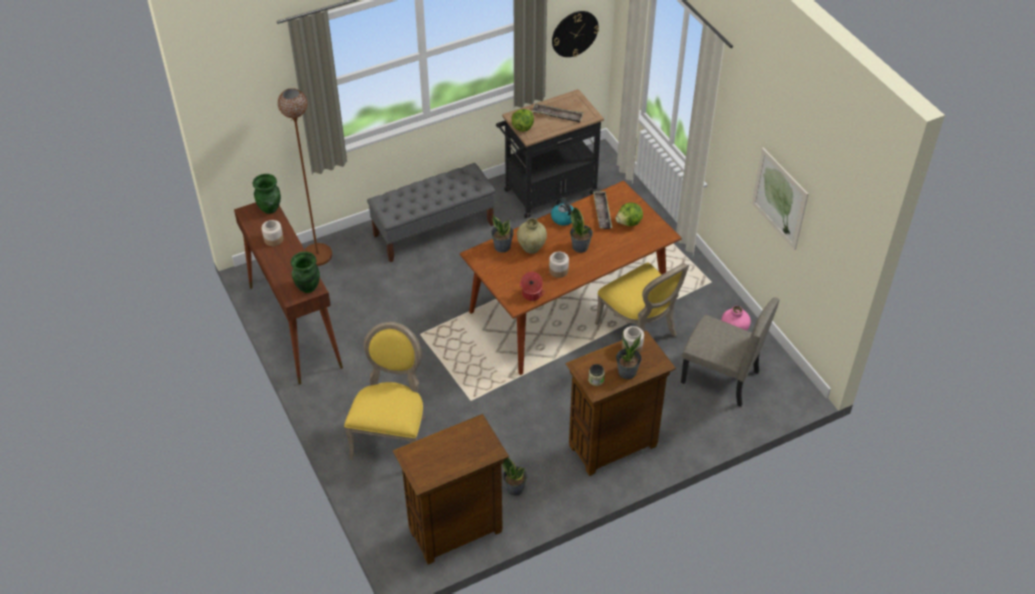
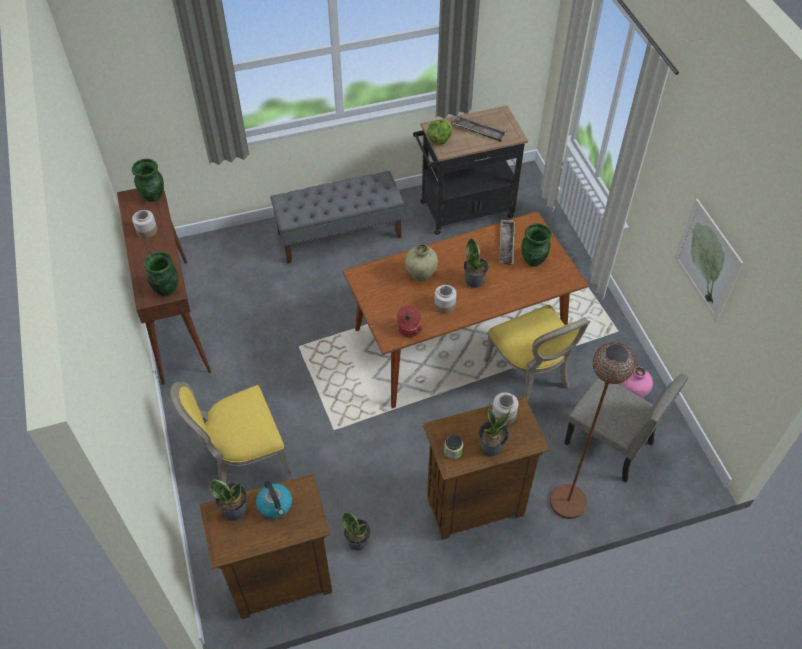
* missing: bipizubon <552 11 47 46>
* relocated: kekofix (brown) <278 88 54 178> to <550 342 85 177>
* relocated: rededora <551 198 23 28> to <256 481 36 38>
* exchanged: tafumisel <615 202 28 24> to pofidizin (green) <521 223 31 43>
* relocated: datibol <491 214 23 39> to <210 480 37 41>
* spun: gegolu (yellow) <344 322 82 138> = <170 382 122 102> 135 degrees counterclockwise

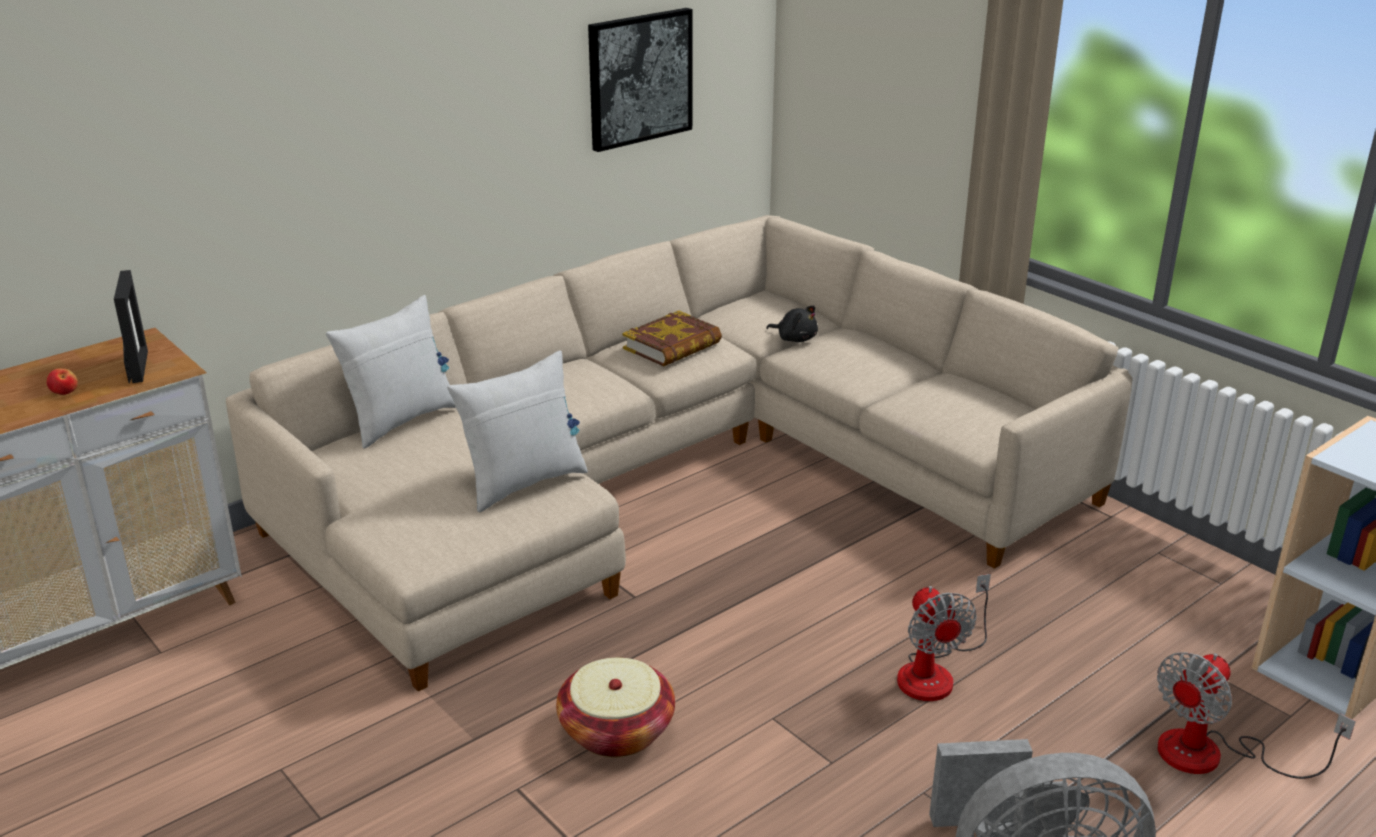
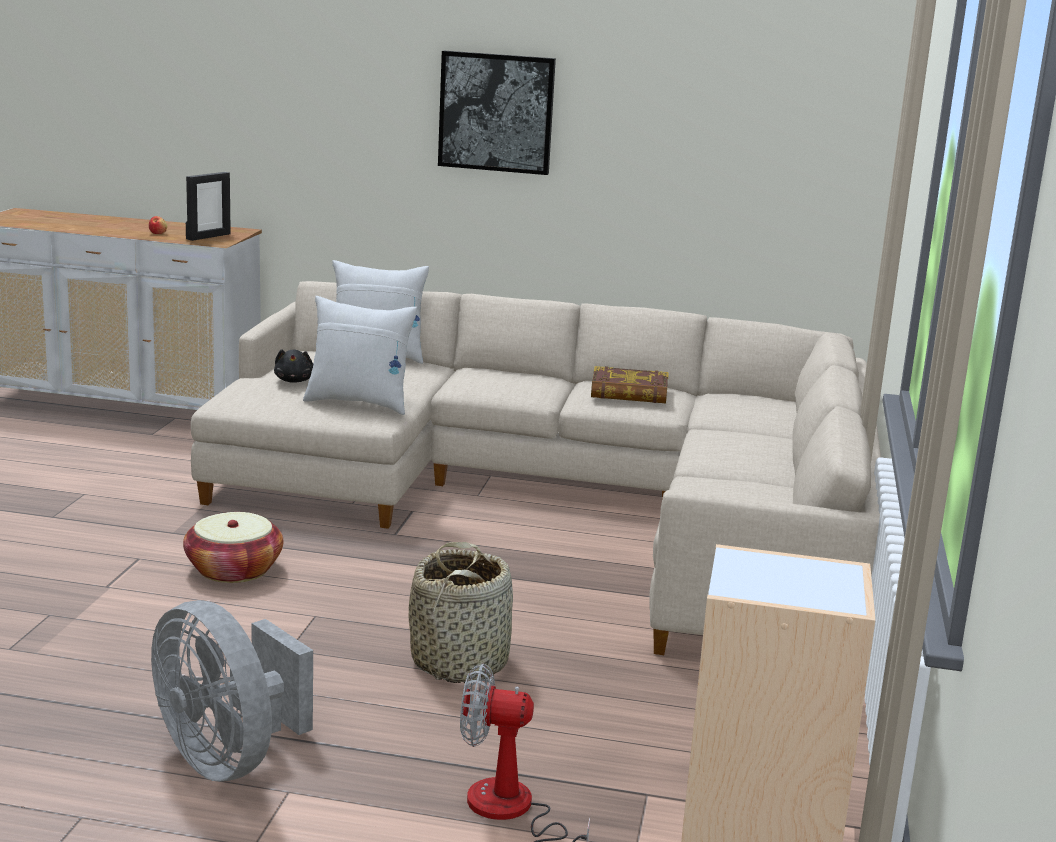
* relocated: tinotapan <588 8 105 144> to <438 51 118 124>
* relocated: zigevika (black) <766 305 52 37> to <274 349 39 34>
* exchanged: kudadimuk <897 574 94 127> to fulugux <409 542 104 141>

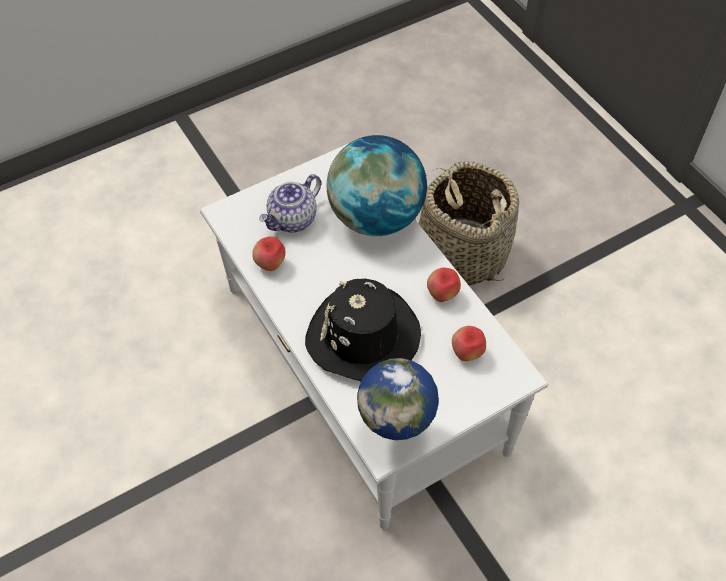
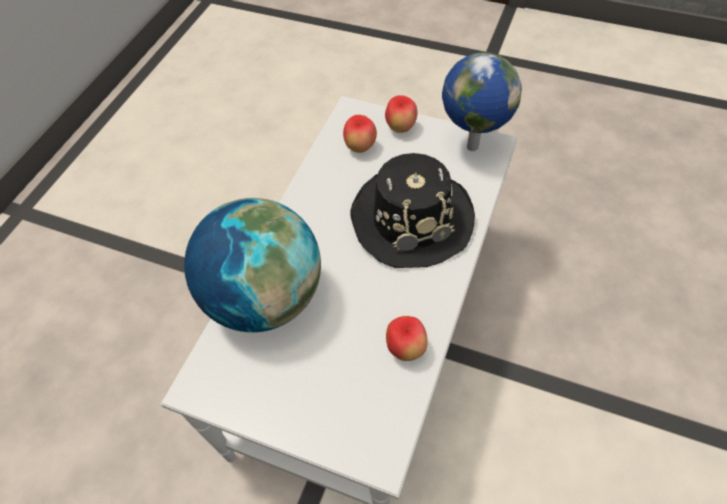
* missing: fulugux <418 161 101 124>
* missing: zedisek <259 174 62 58>
* relocated: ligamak <427 267 34 35> to <385 95 32 38>

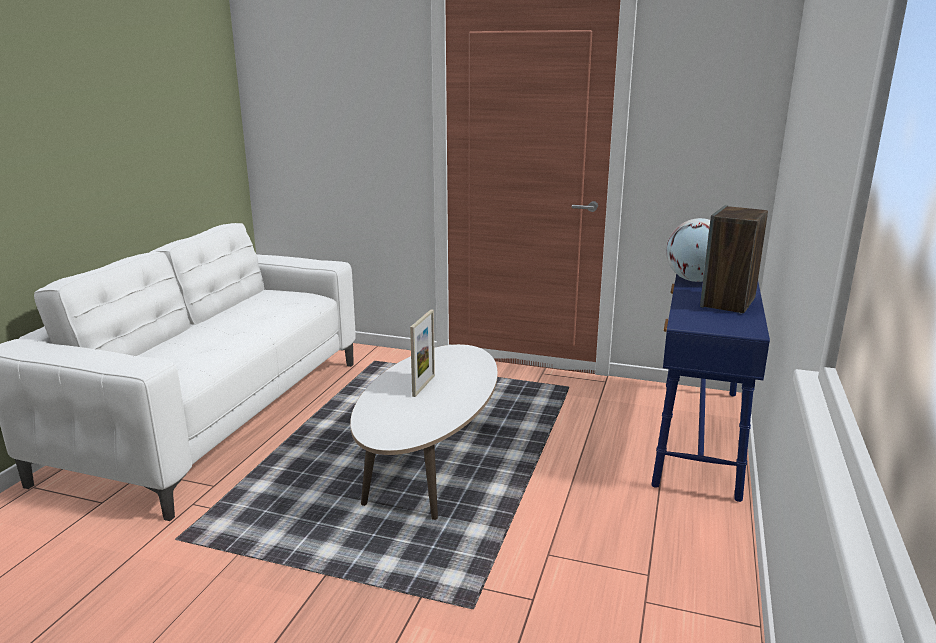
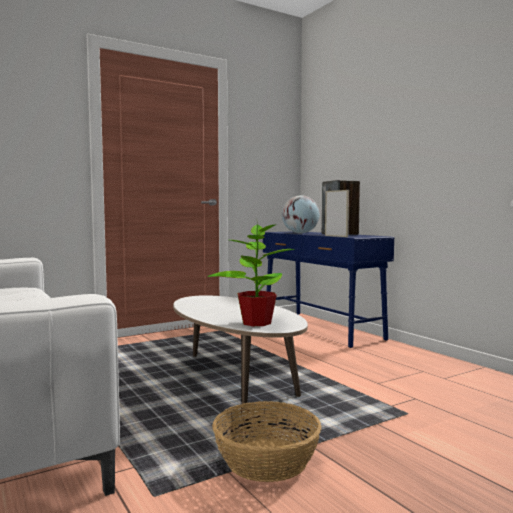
* relocated: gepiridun <410 309 25 88> to <325 190 24 47>
* appeared: datibol <208 223 87 103>
* appeared: fulugux <212 401 110 81>

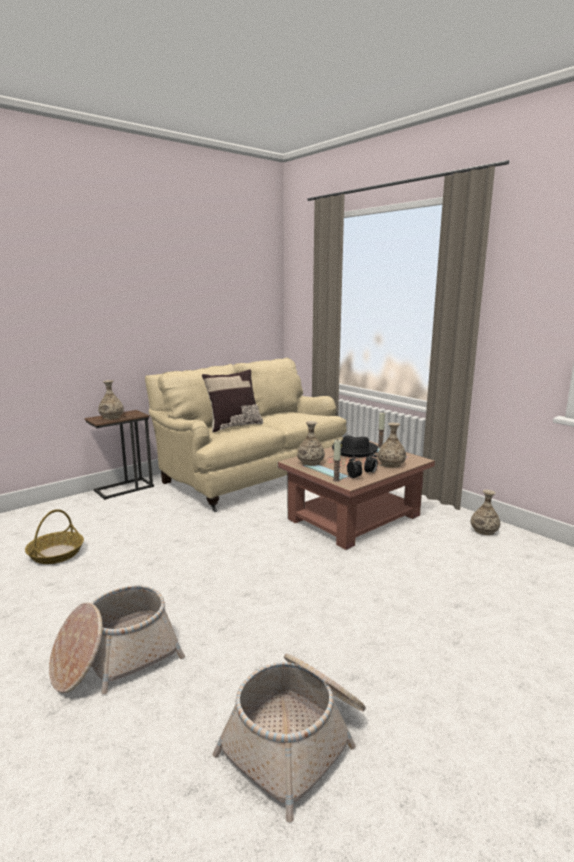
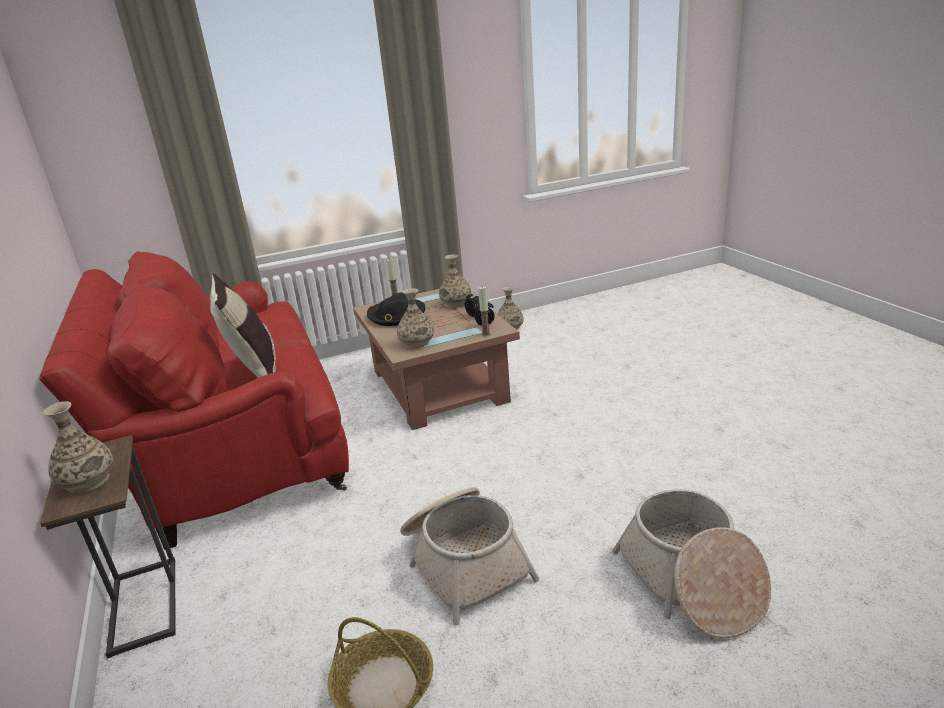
* colour: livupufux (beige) <145 358 202 154> to livupufux (red) <39 252 310 298>
* relocated: fulugux <213 654 153 168> to <400 487 139 138>

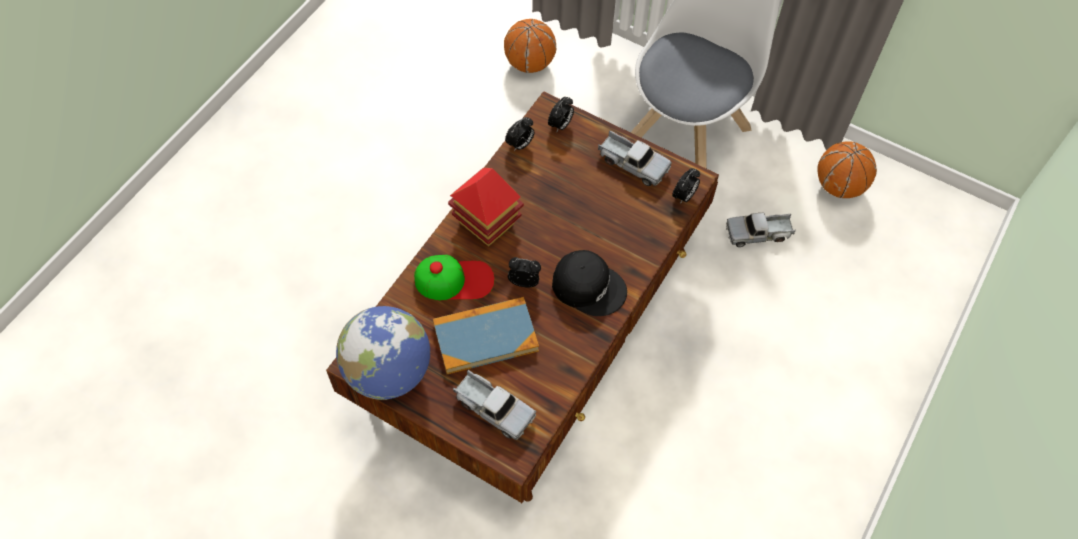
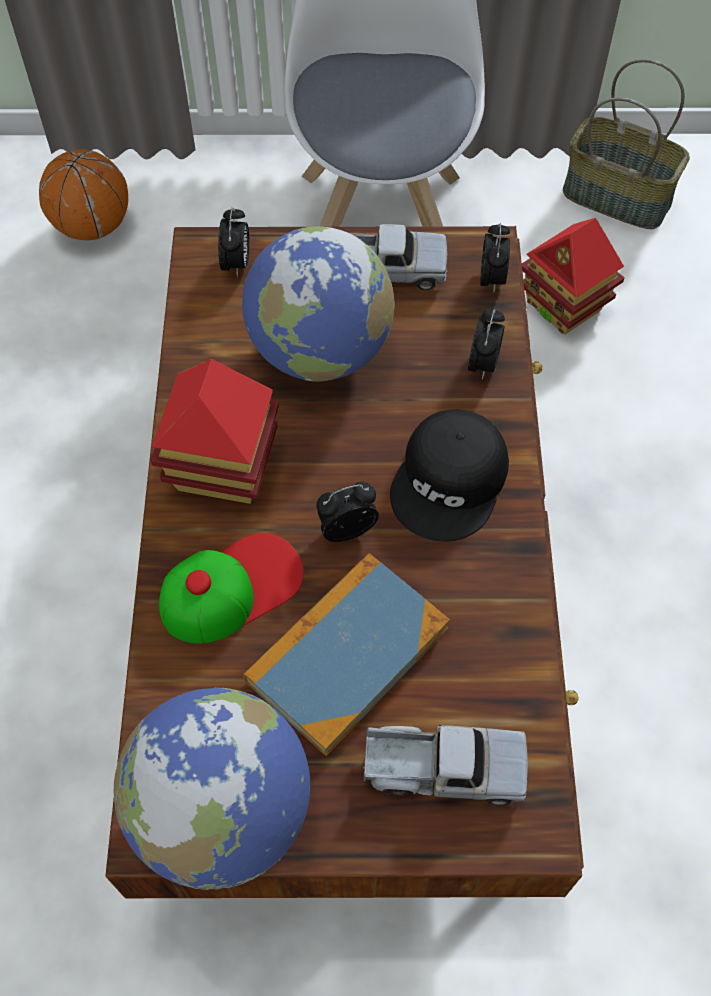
* relocated: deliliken <505 117 30 34> to <468 310 37 69>
* exchanged: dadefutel <817 142 60 56> to fulugux <563 59 127 170>
* exchanged: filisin <726 213 70 34> to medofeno <522 218 102 116>
* spun: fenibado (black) <552 250 75 66> = <390 409 119 133> 120 degrees clockwise
* appeared: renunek <242 226 153 156>

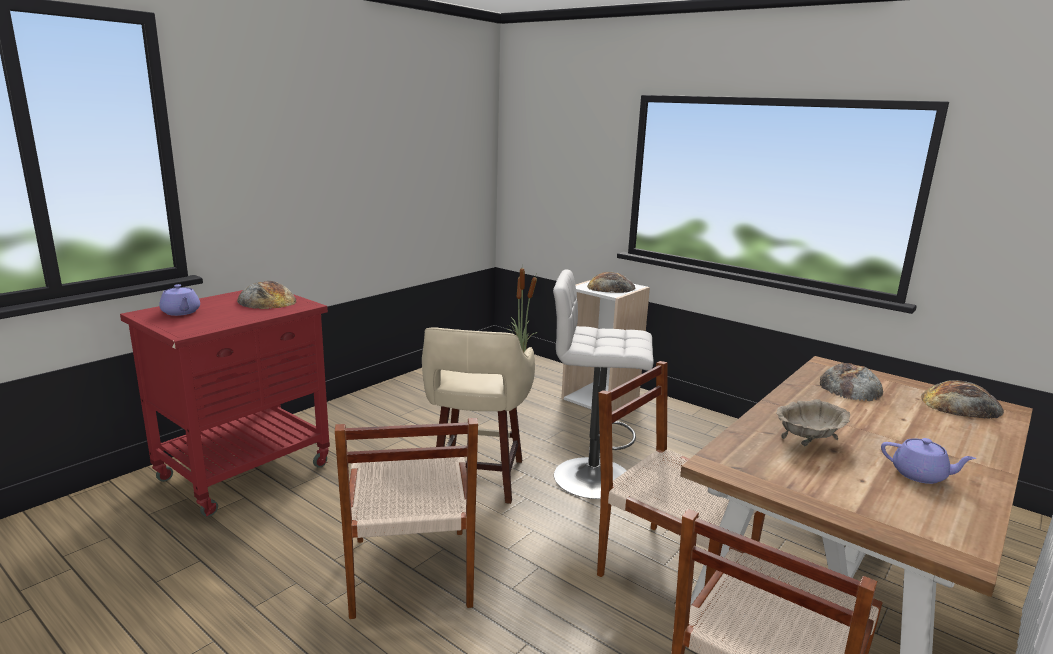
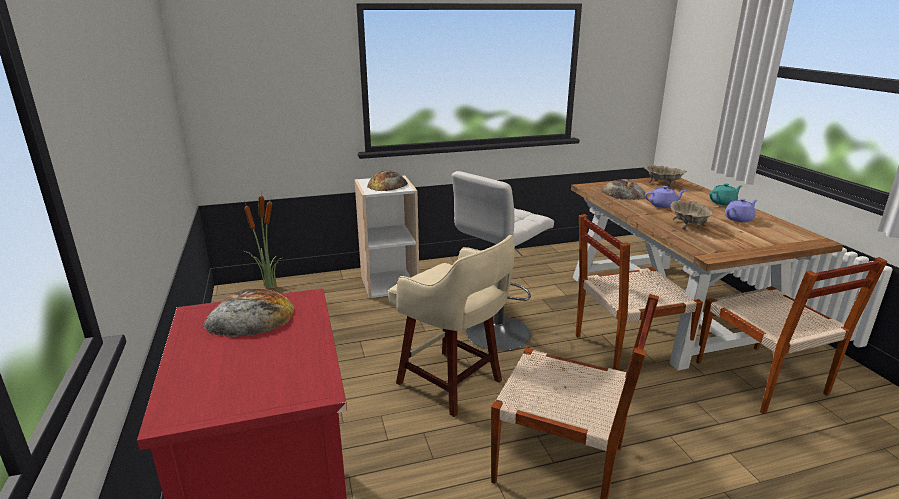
* relocated: zedisek (purple) <159 284 41 32> to <645 186 41 22>
* exchanged: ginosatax <921 380 83 39> to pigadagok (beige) <645 165 42 22>
* appeared: zedisek (turquoise) <709 183 33 22>

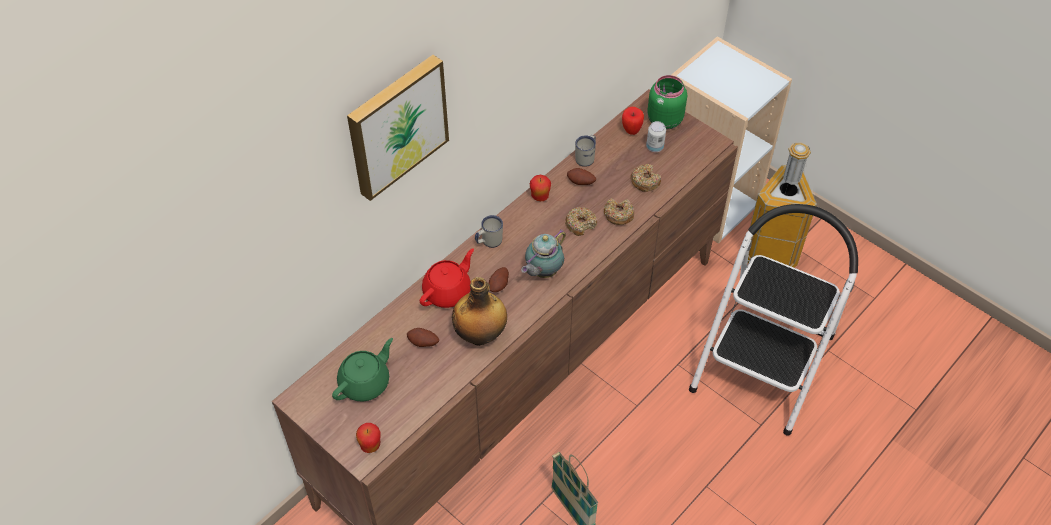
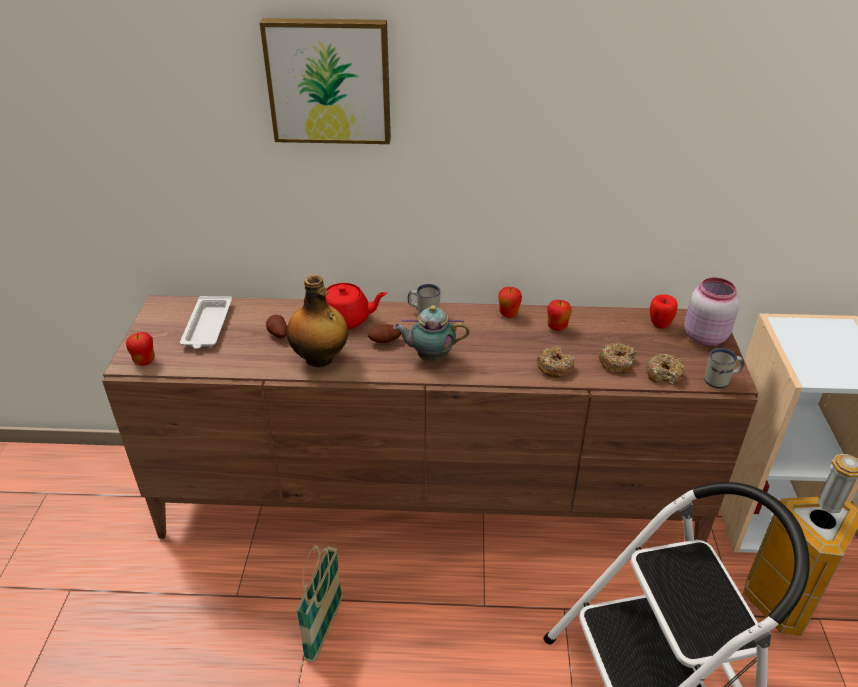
* colour: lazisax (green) <647 75 40 54> to lazisax (pink) <684 277 55 69>
* missing: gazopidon <646 121 20 31>
* relocated: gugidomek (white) <575 135 21 32> to <704 348 40 40>
* exchanged: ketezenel <567 168 29 17> to ligamak <547 300 25 31>
* relocated: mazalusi <565 207 32 29> to <646 354 39 31>
* exchanged: zedisek (green) <332 338 61 64> to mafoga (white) <180 296 52 53>

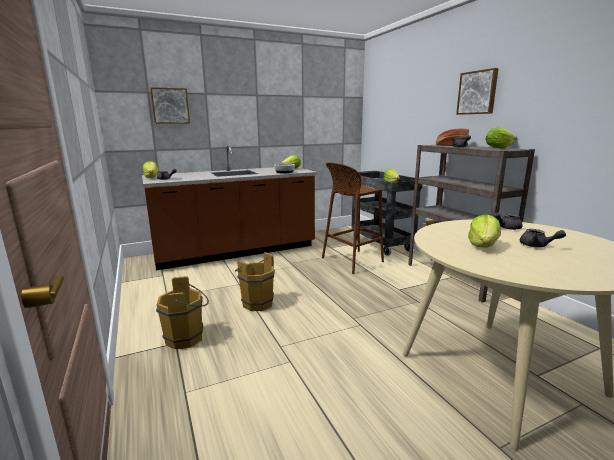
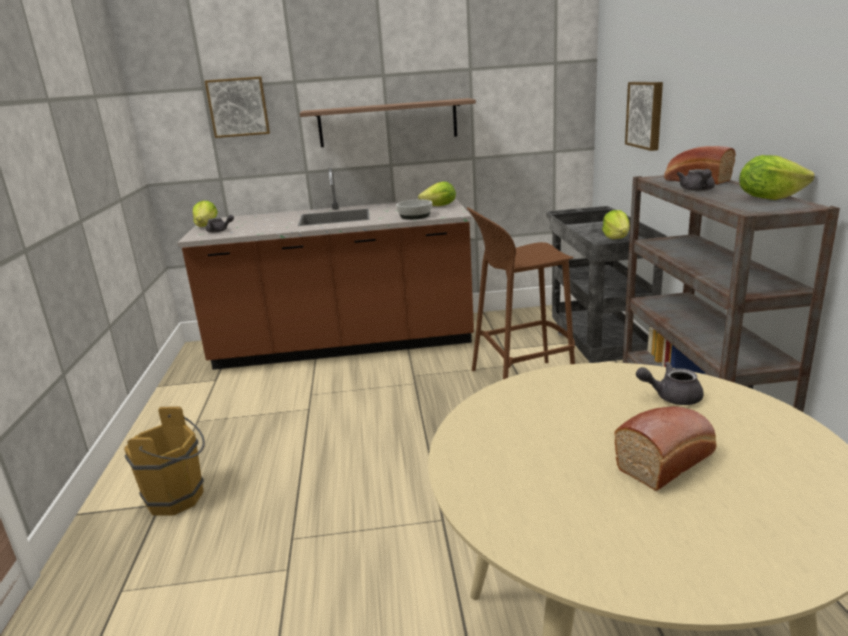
* relocated: tinotapan <456 68 43 47> to <625 82 38 69>
* missing: tafumisel <468 214 33 33>
* exchanged: zedisek (grey) <520 229 46 18> to ginosatax <614 406 103 85>
* missing: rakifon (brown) <235 252 40 59>
* appeared: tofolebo <300 98 176 49>

